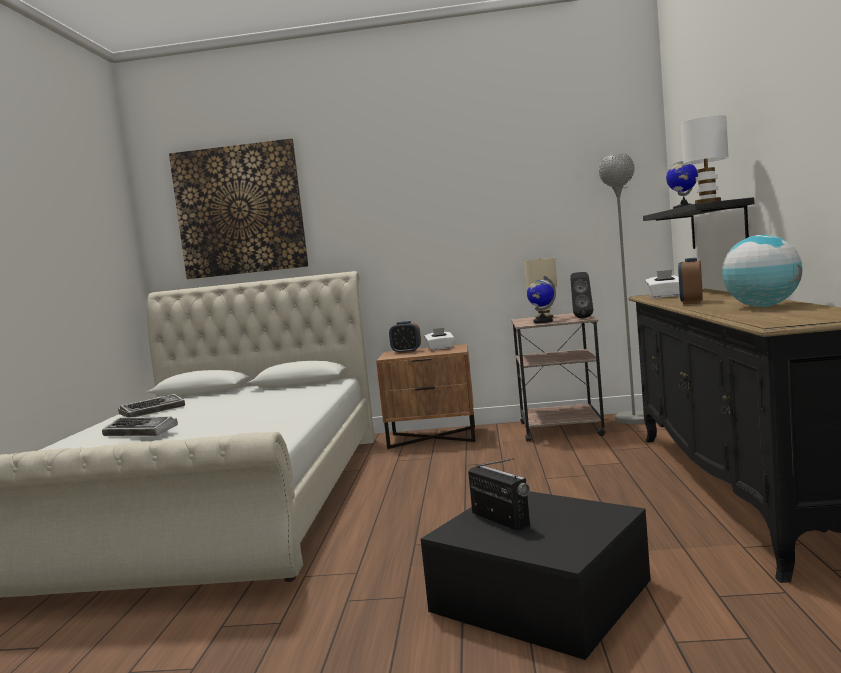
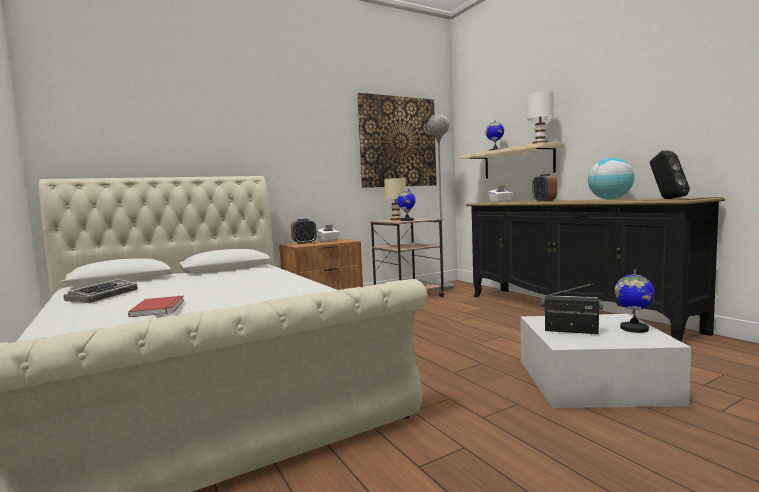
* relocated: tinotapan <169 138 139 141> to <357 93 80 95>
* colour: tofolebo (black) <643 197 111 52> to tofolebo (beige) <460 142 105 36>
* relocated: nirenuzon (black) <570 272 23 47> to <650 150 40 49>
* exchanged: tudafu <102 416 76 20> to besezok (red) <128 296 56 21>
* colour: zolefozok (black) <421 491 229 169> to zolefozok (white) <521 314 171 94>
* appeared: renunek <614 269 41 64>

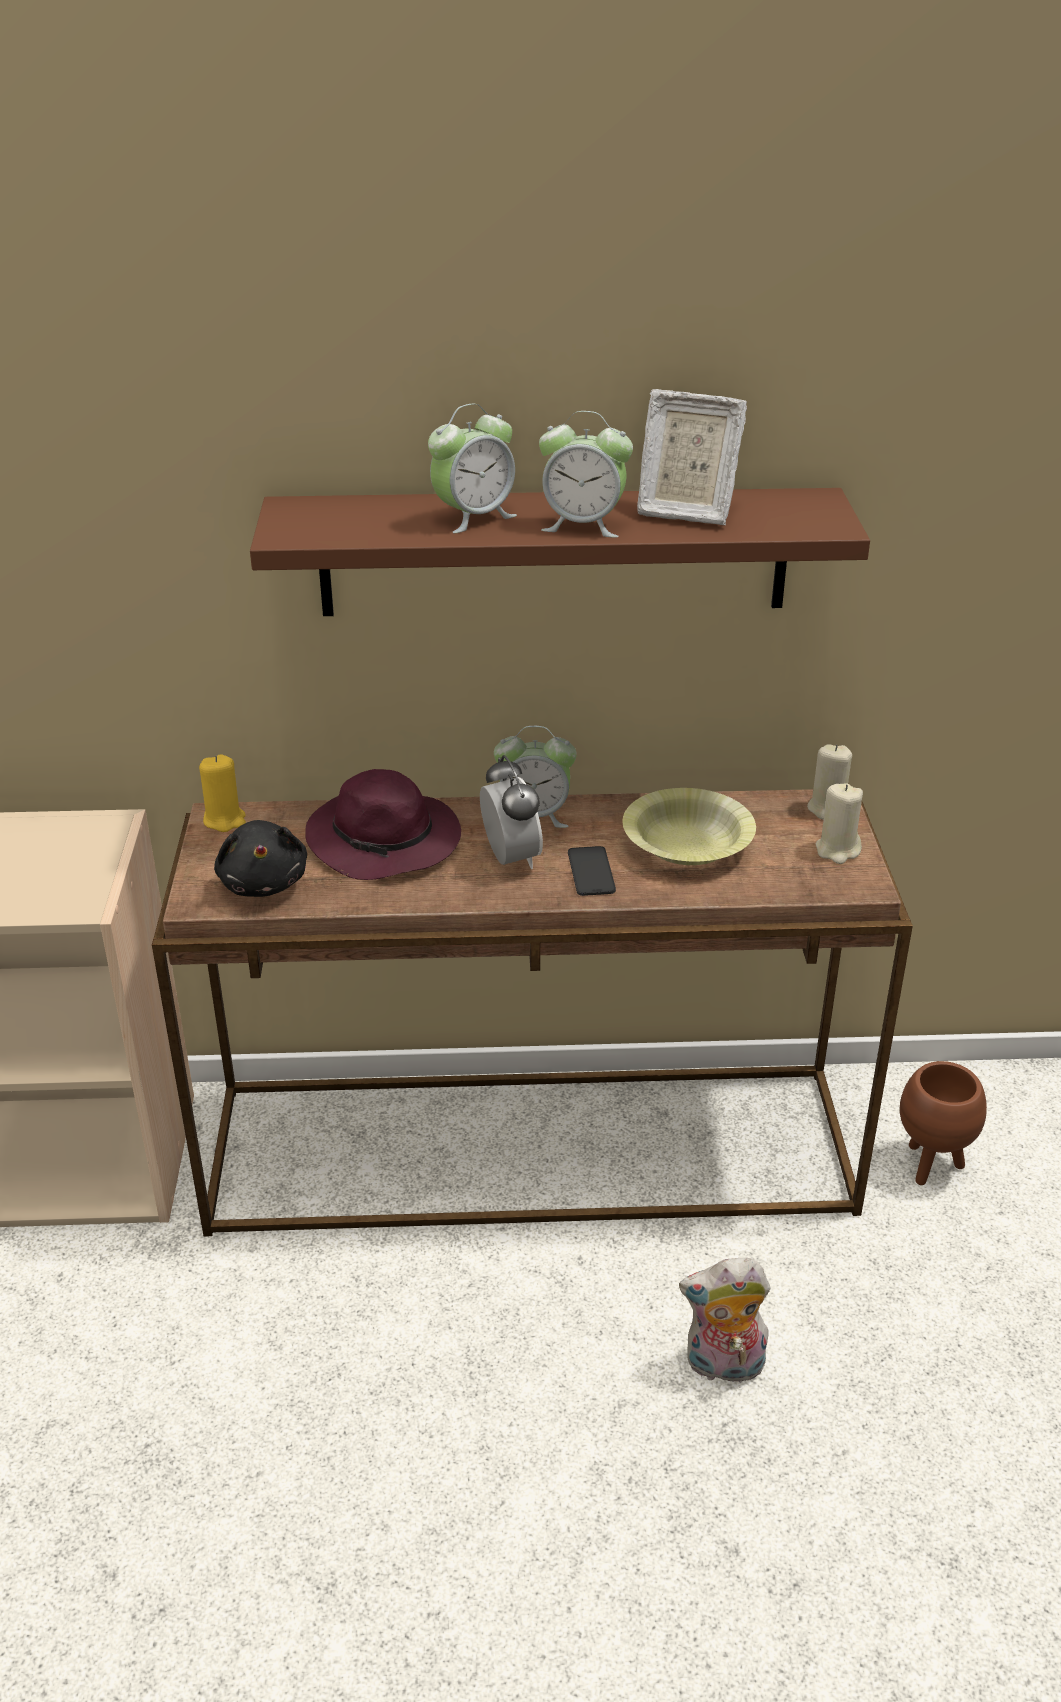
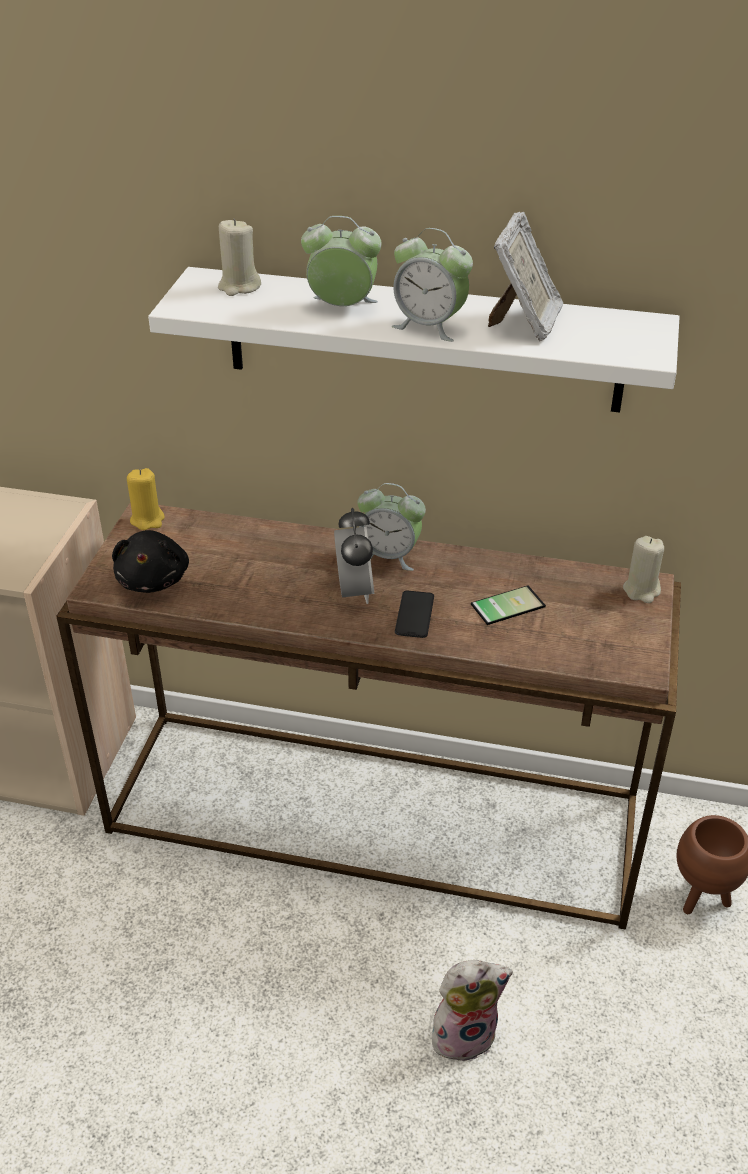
* spun: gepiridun <637 389 110 136> = <488 212 75 129> 105 degrees counterclockwise
* spun: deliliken <428 403 89 130> = <301 216 81 90> 150 degrees counterclockwise
* colour: tofolebo (brown) <250 488 620 128> to tofolebo (white) <148 267 532 146>
* missing: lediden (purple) <306 769 155 111>
* relocated: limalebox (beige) <816 783 47 81> to <218 219 43 77>
* exchanged: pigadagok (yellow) <623 788 133 77> to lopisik <471 585 75 40>
* spun: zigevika <679 1258 92 125> = <432 960 81 101> 150 degrees clockwise

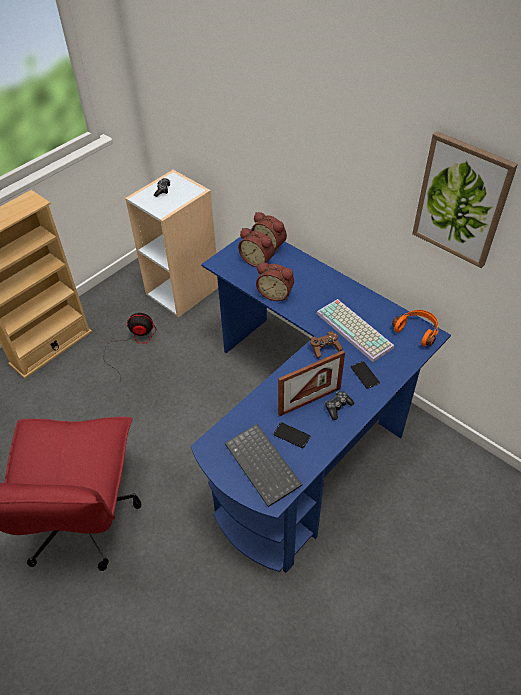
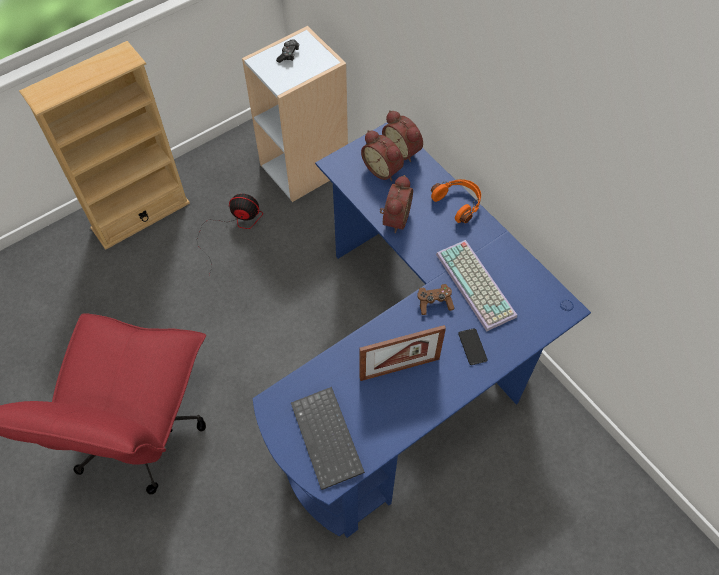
* missing: tinotapan <412 131 106 137>
* spun: deliliken <256 262 38 39> = <380 175 33 58> 105 degrees counterclockwise
* relocated: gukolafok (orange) <392 310 47 37> to <431 179 50 44>
* missing: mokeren <325 391 29 29>
* missing: lopisik <274 423 36 25>

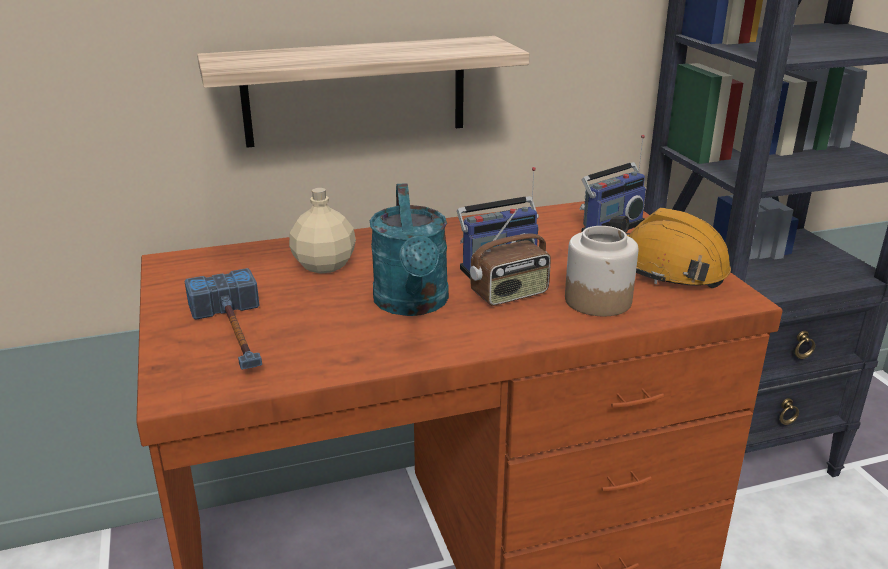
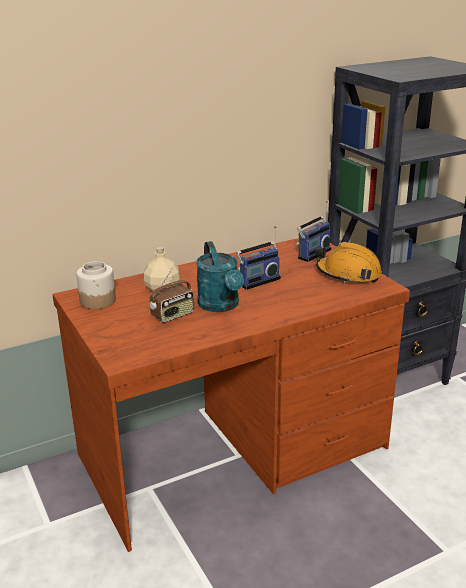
* missing: tofolebo <197 36 332 112>
* relocated: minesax <470 208 81 98> to <149 267 46 56>
* relocated: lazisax <565 226 73 90> to <76 261 40 48>
* missing: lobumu <185 268 77 102>

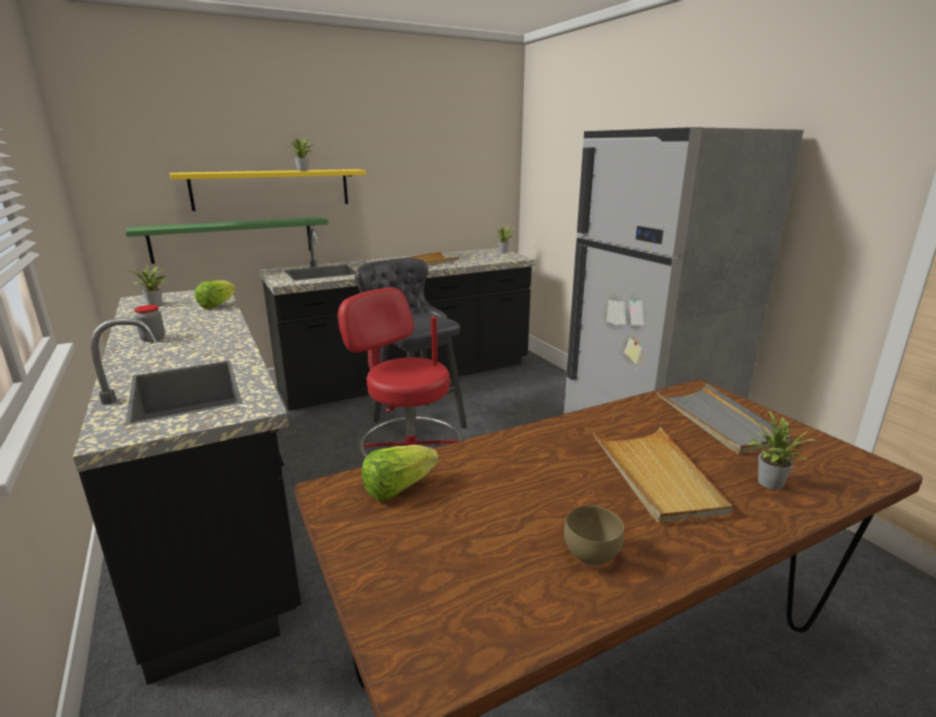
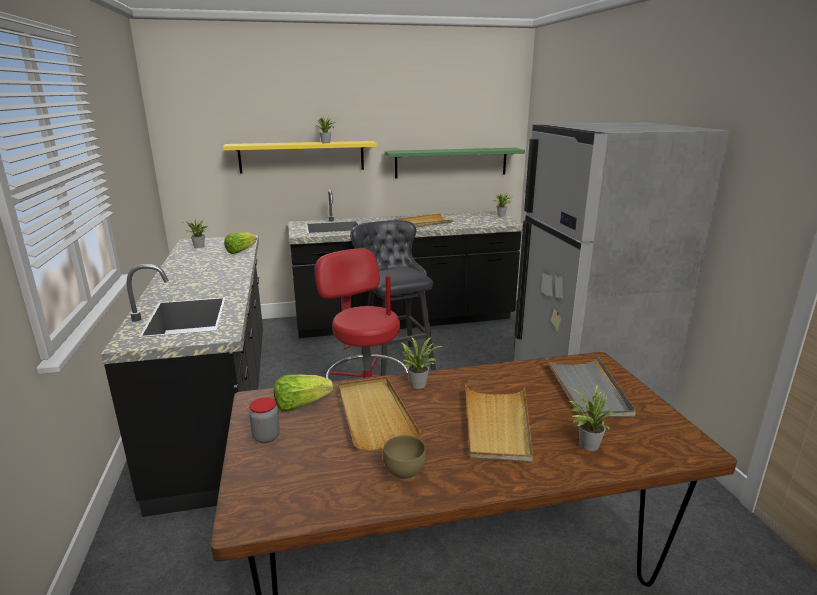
* relocated: tofolebo (green) <125 217 203 47> to <385 148 140 30>
* relocated: lazisax <134 305 31 37> to <249 397 31 46>
* appeared: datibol <402 337 42 52>
* appeared: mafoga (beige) <338 377 83 74>

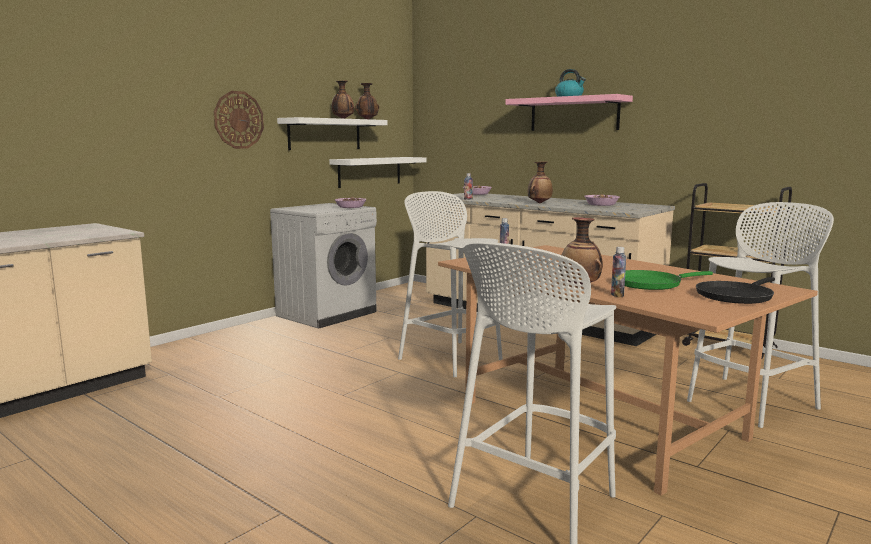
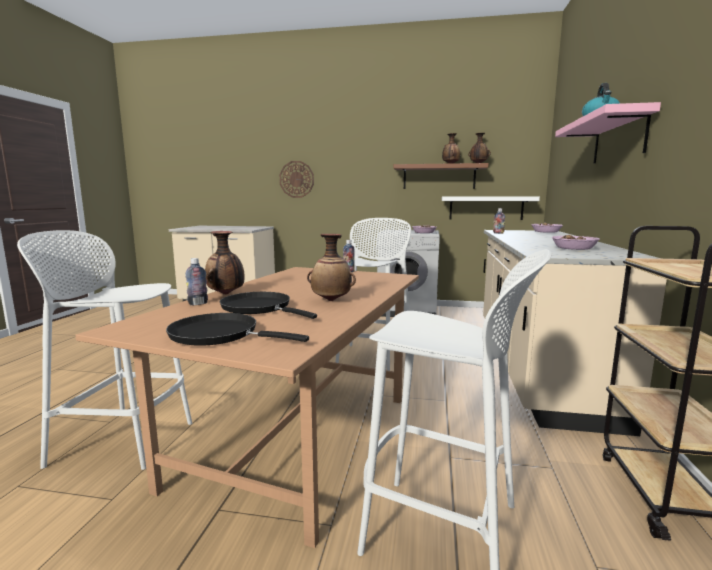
* relocated: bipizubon <214 91 50 58> to <279 161 35 37>
* colour: tofolebo (white) <277 117 111 33> to tofolebo (brown) <394 163 95 26>
* relocated: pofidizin <528 162 25 41> to <307 234 49 67>
* colour: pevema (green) <625 270 88 20> to pevema (black) <220 292 97 27>

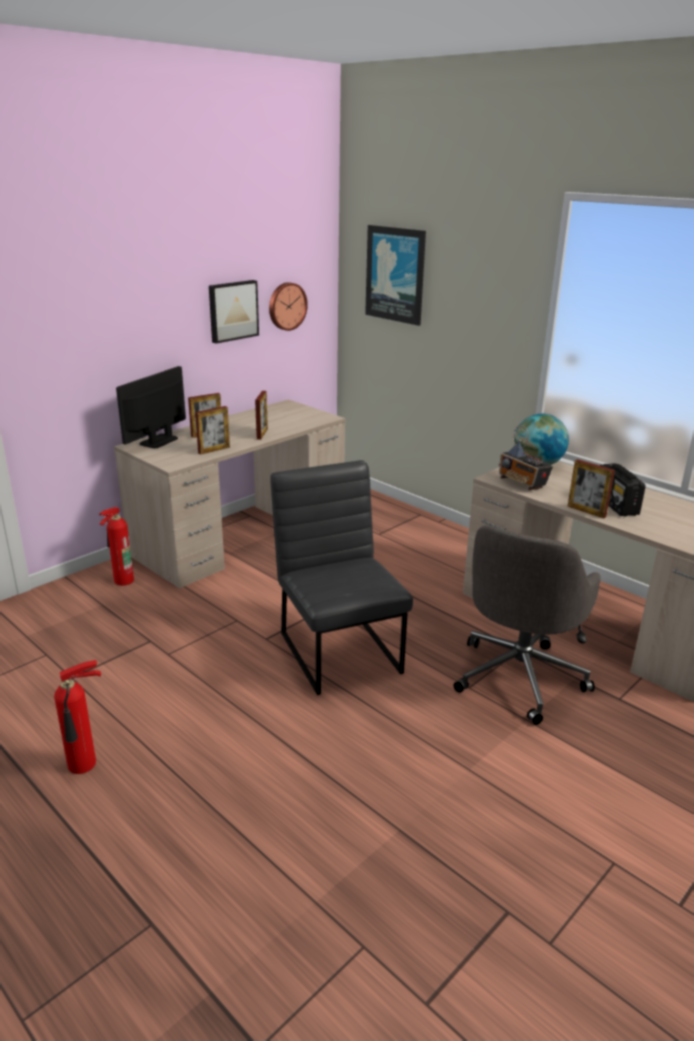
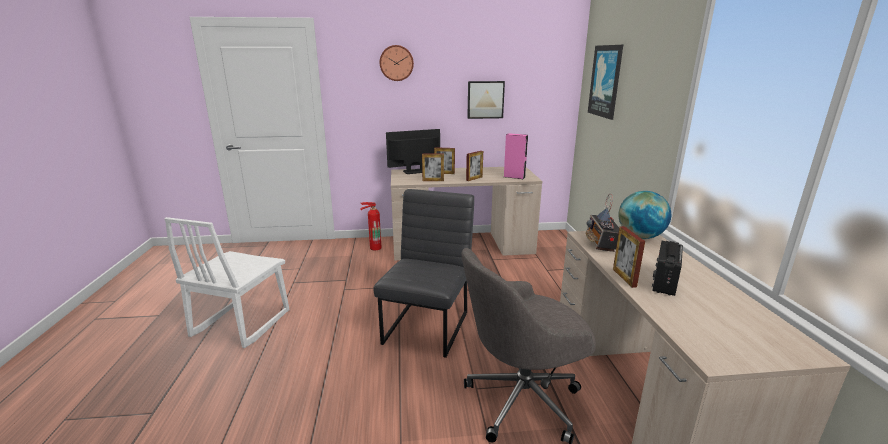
* relocated: bipizubon <269 282 39 49> to <380 45 34 36>
* exchanged: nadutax <54 660 47 114> to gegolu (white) <164 217 126 131>
* appeared: nirenuzon (pink) <504 133 24 46>

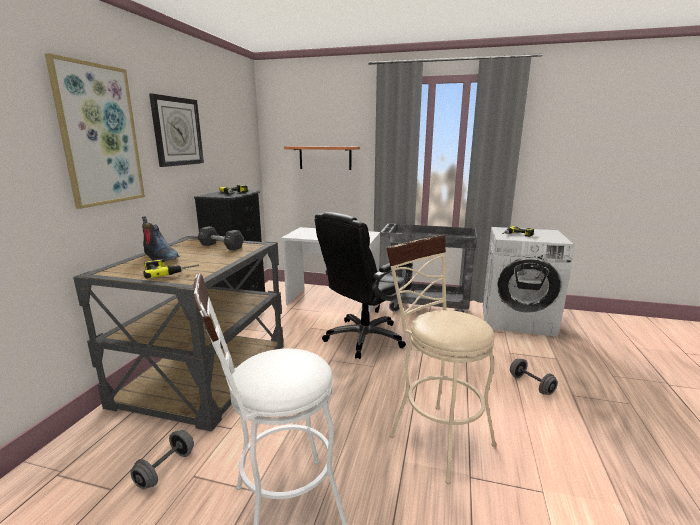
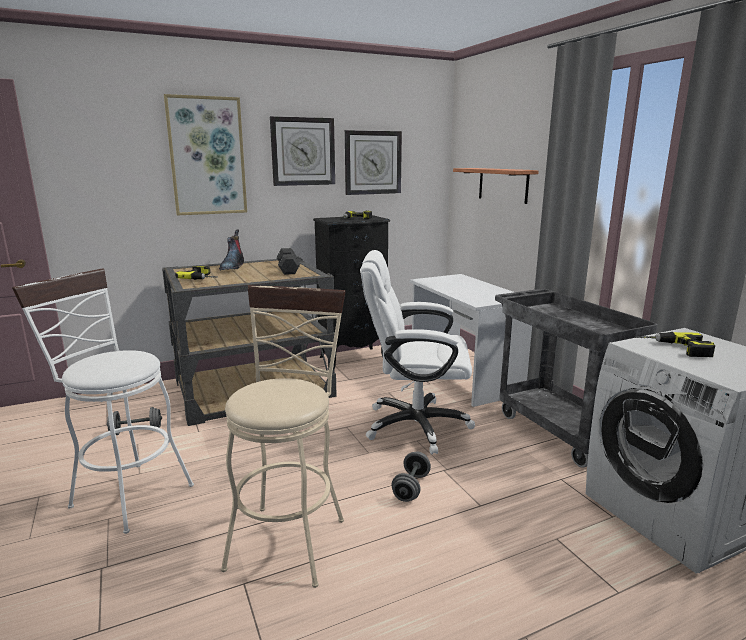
* colour: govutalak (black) <315 212 98 147> to govutalak (white) <360 250 115 204>
* relocated: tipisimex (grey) <510 359 48 36> to <392 452 39 50>
* appeared: bipizubon <345 130 57 65>

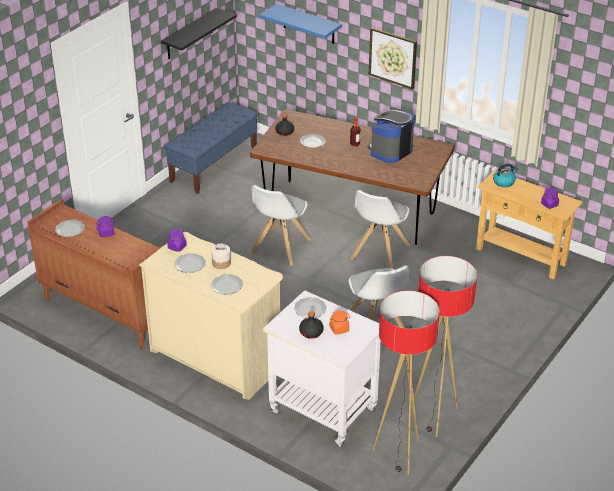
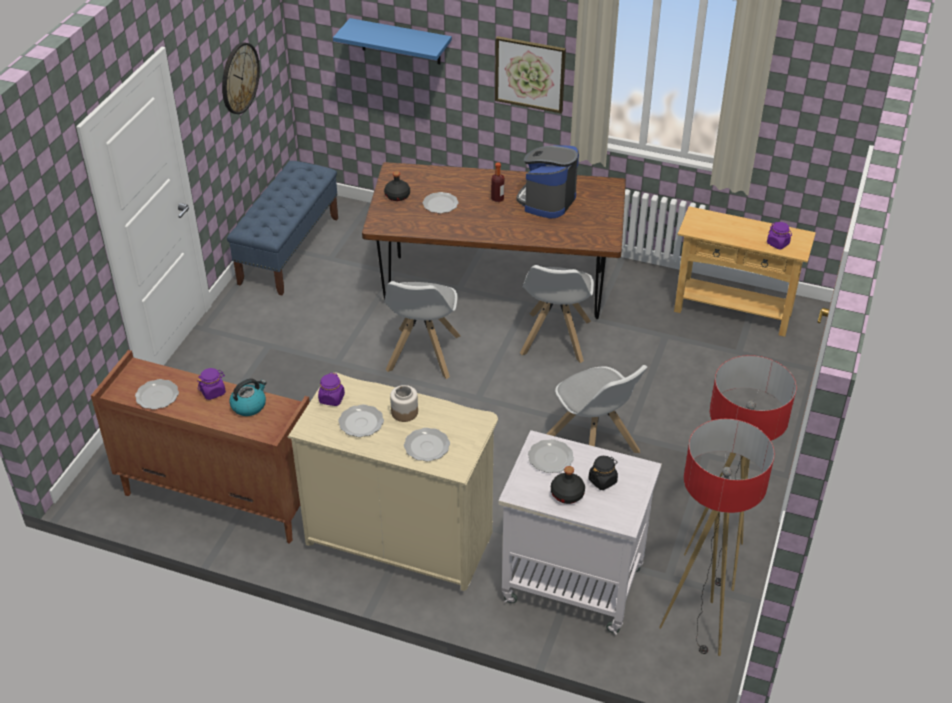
* exchanged: tofolebo (black) <161 8 76 51> to bipizubon <222 42 38 72>
* relocated: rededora <493 164 25 23> to <229 378 38 38>
* colour: lazisax (orange) <329 310 21 25> to lazisax (black) <589 456 29 34>

